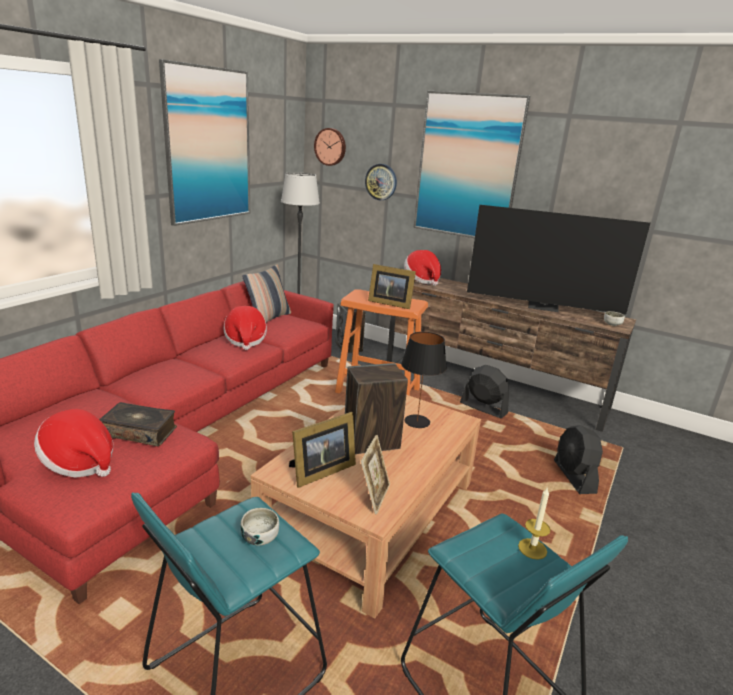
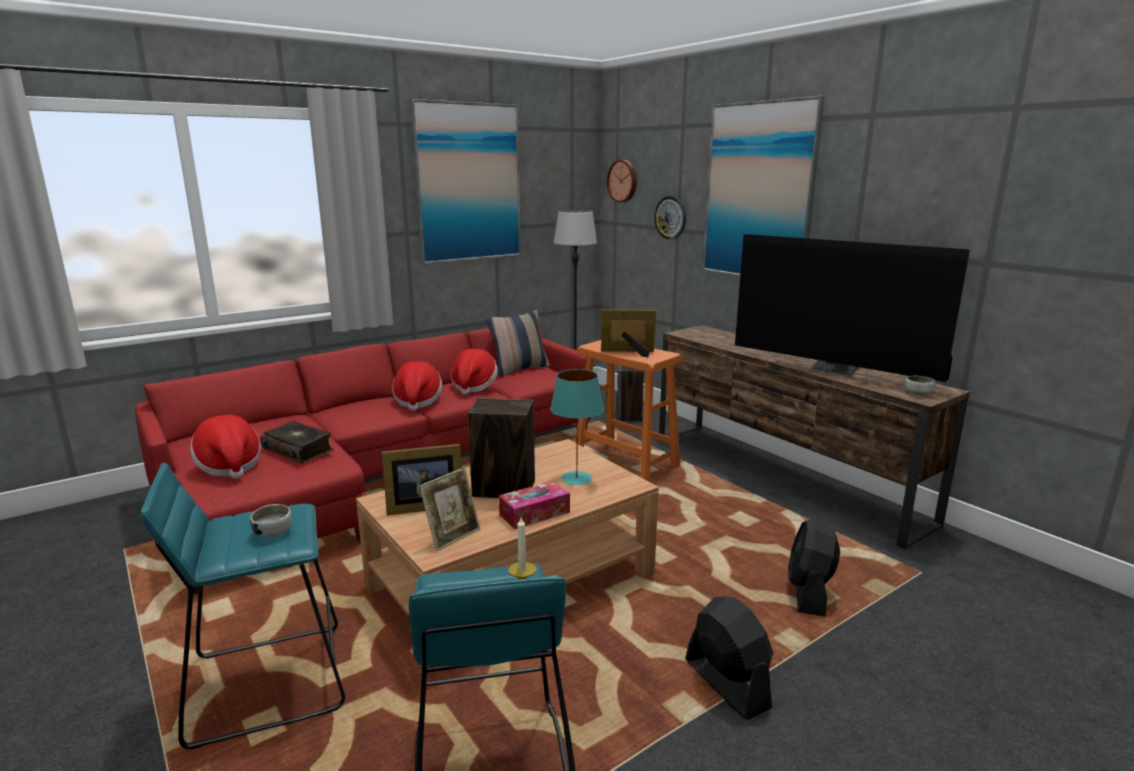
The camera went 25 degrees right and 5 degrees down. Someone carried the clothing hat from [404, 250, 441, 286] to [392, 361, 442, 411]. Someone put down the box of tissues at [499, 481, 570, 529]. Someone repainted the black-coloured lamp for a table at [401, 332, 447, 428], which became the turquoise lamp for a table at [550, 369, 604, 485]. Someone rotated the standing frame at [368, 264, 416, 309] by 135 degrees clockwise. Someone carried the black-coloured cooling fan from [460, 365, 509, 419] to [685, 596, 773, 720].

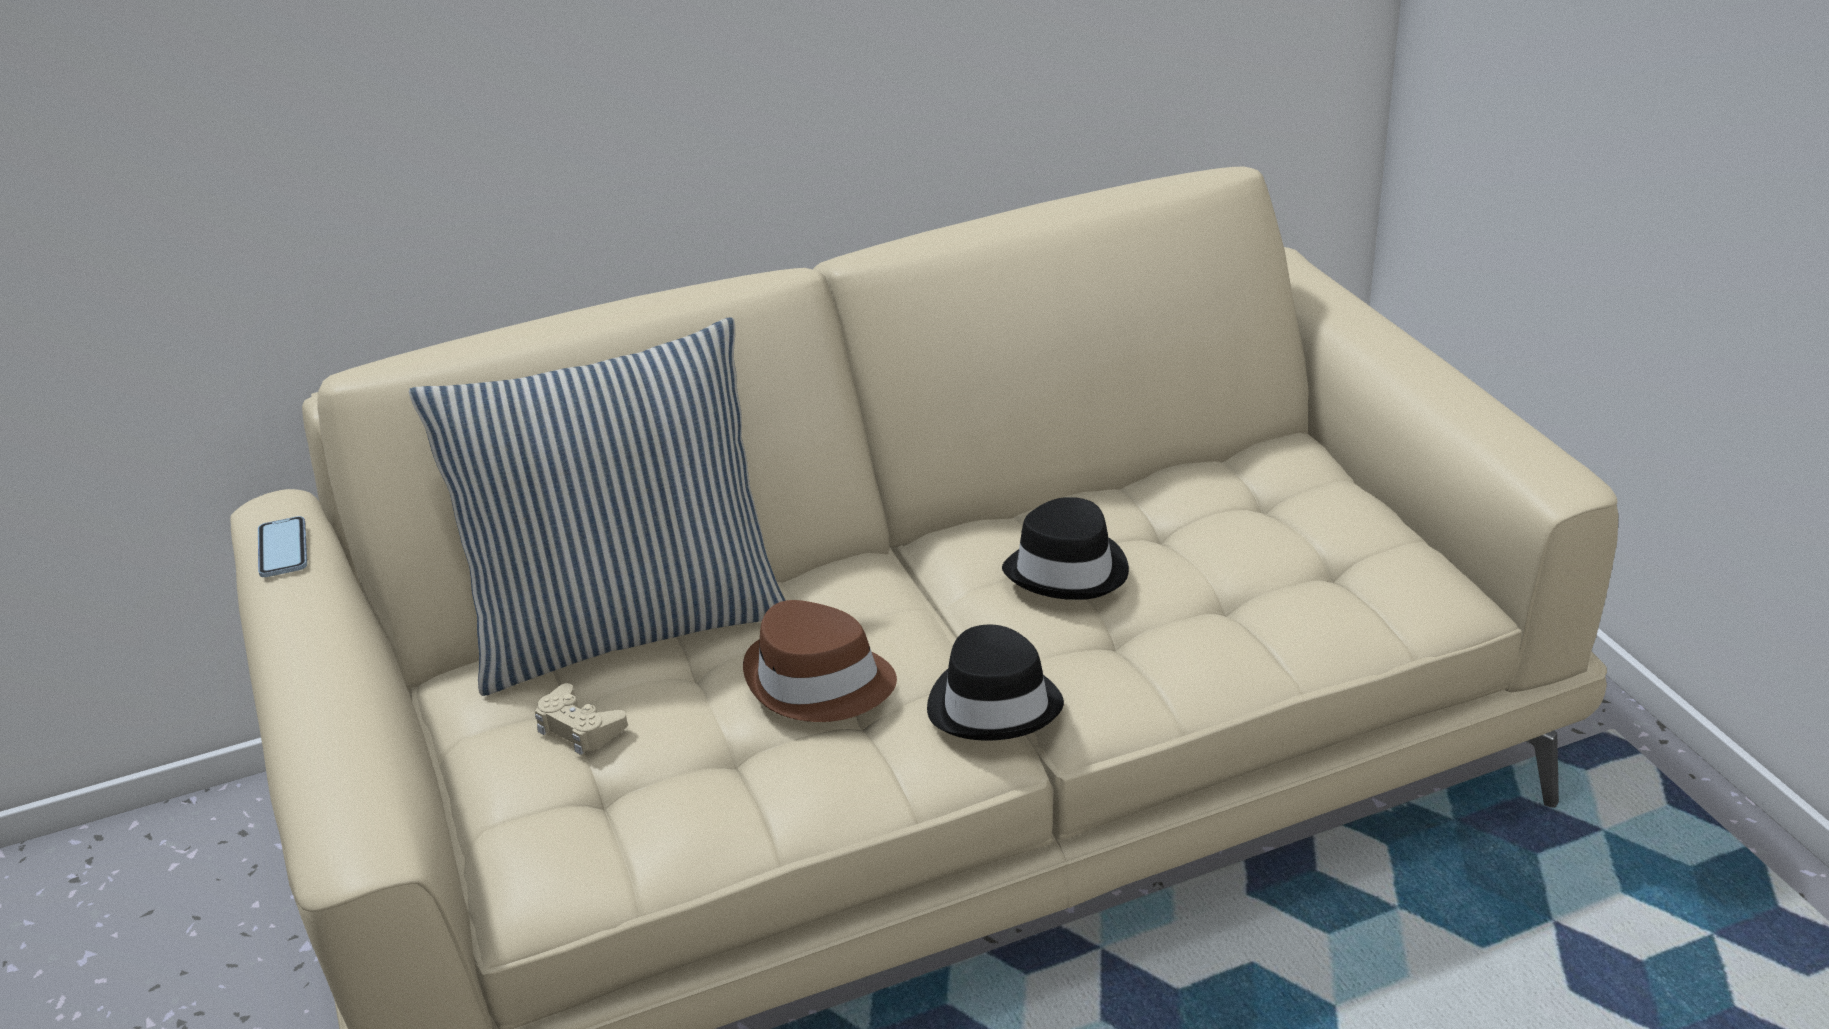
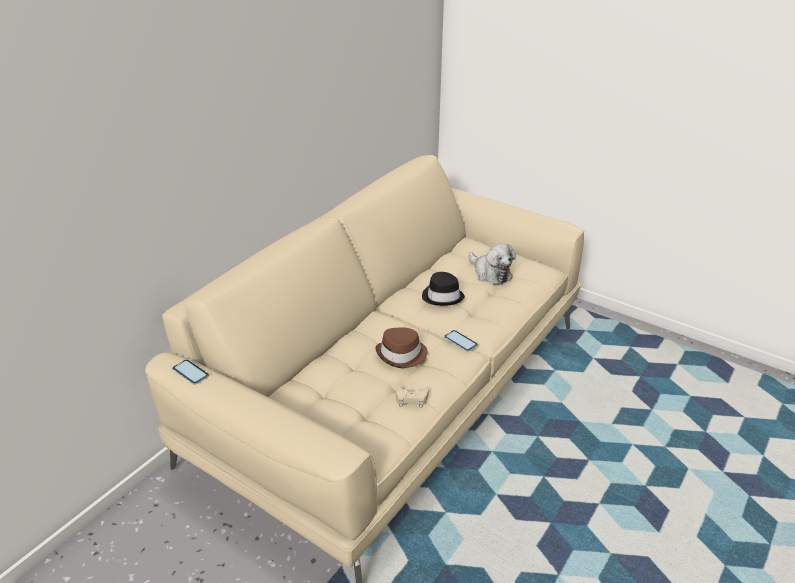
The camera went 35 degrees left and 0 degrees up. Someone carried the sand-coloured joypad from [535, 683, 628, 755] to [395, 386, 429, 407]. Someone swapped the black-coloured clothing hat at [927, 625, 1064, 741] for the telephone at [444, 330, 478, 352]. Someone put down the cuddly toy at [469, 243, 516, 285]. Someone took away the pillow at [409, 317, 786, 696].

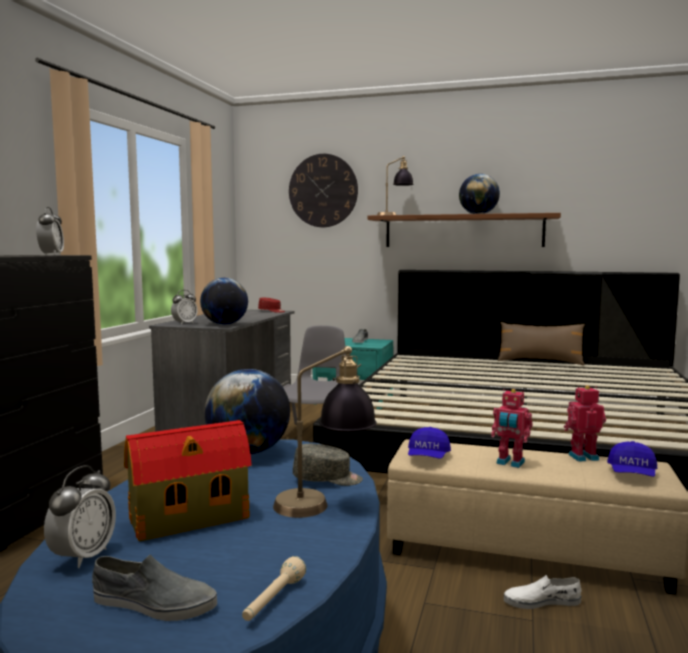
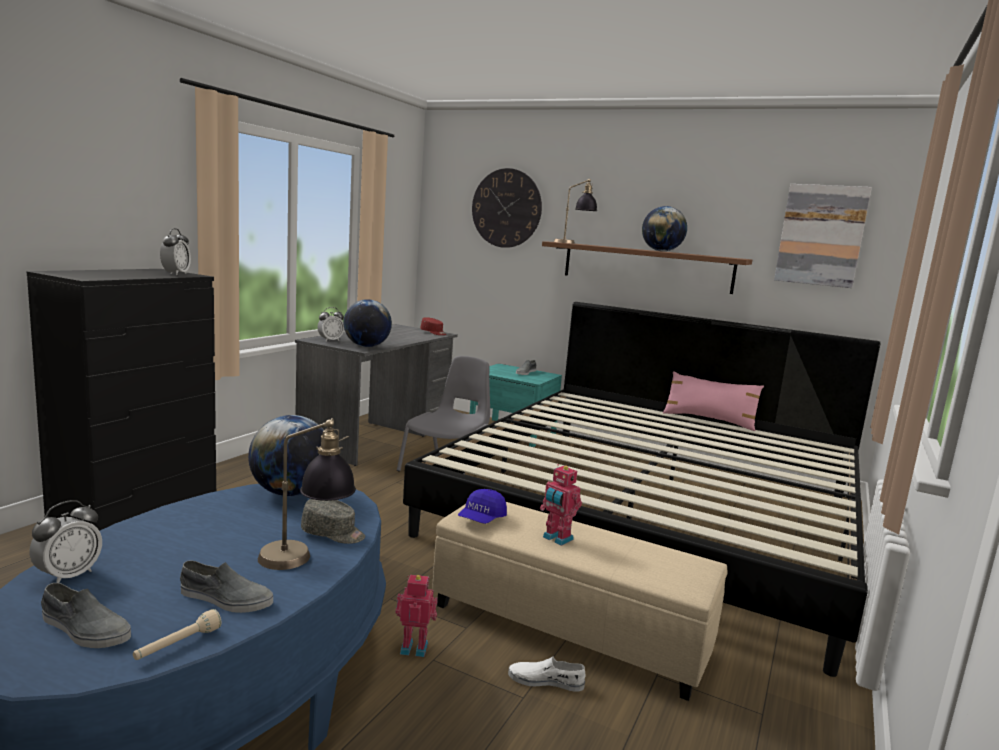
The camera went 10 degrees right and 5 degrees up. Someone put down the gray shoe at [180, 560, 273, 613]. Someone carried the robot figure from [564, 385, 606, 462] to [395, 575, 438, 657]. Someone repainted the brown pillow at [498, 322, 585, 365], which became the pink-coloured pillow at [663, 371, 764, 431]. Someone put up the wall picture at [774, 184, 872, 288]. Someone took away the model house at [124, 420, 252, 542]. Someone took away the blue-coloured peaked cap at [607, 441, 657, 477].

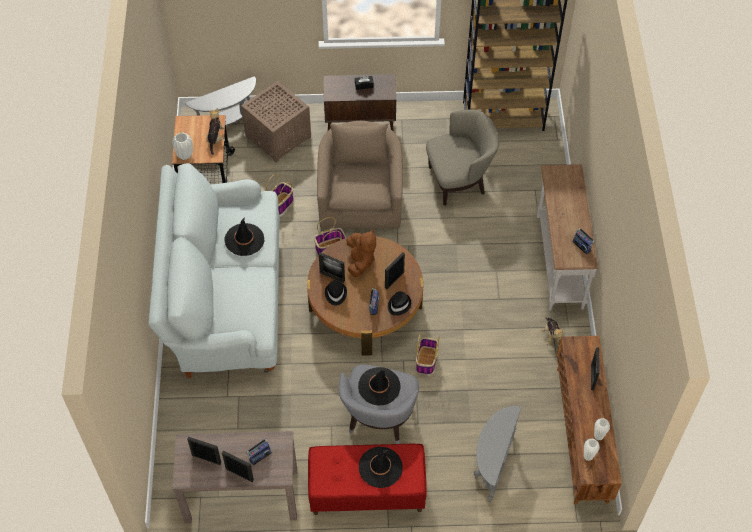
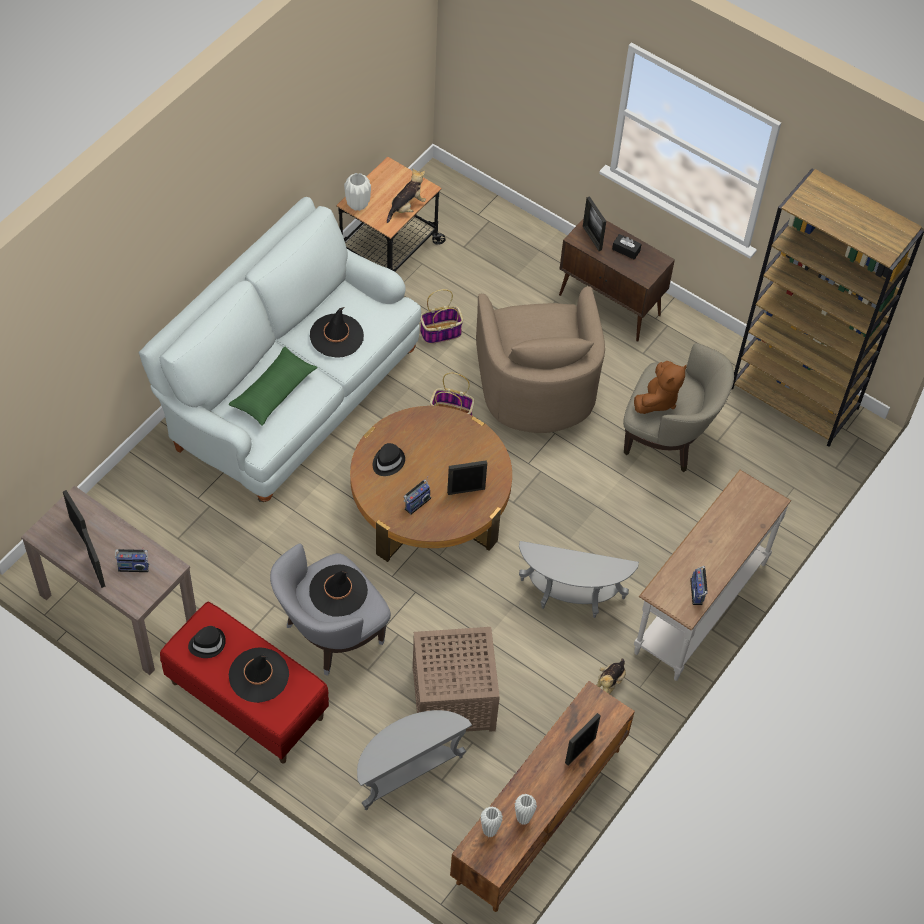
The camera went 35 degrees right and 0 degrees up. Someone carried the black-coloured clothing hat from [388, 291, 411, 316] to [188, 626, 226, 658]. Someone put down the green pillow at [229, 346, 318, 425]. Someone carried the brown accent table from [241, 81, 311, 163] to [413, 627, 500, 732]. Someone rotated the sand-coloured lounge chair at [317, 121, 403, 228] by 135 degrees clockwise. Someone carried the gray accent table from [185, 76, 256, 125] to [519, 541, 639, 618]. Someone carried the standing frame from [319, 252, 345, 283] to [583, 196, 606, 251]. Someone carried the brown cuddly toy from [346, 229, 376, 277] to [634, 361, 687, 414]. Someone took away the basket at [416, 332, 439, 374].

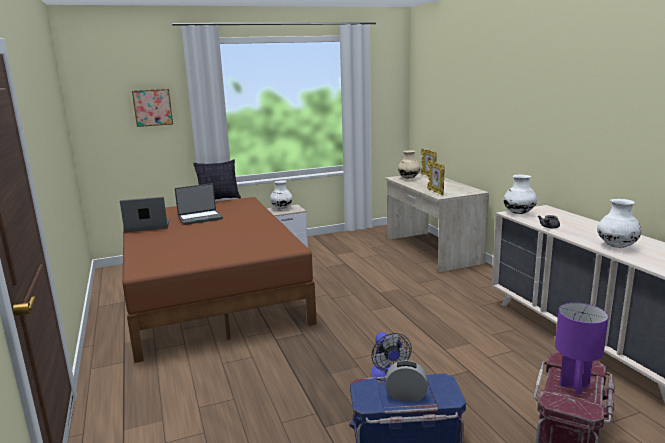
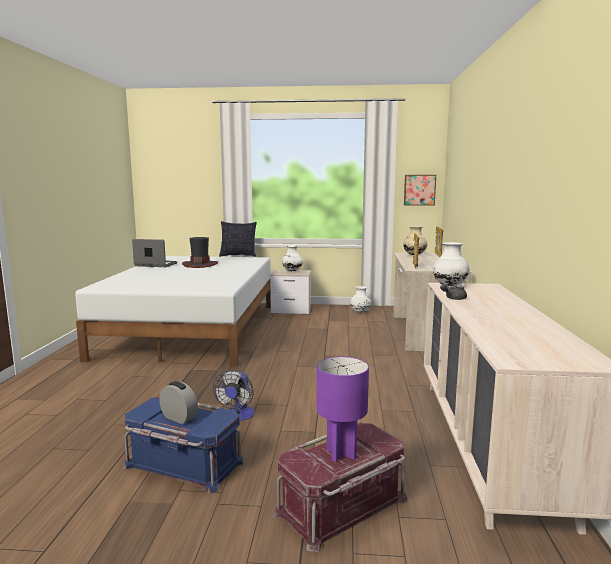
The camera went 25 degrees right and 5 degrees down. Someone repainted the brown bedroom bed at [123, 197, 317, 363], which became the whitish bedroom bed at [75, 256, 271, 367]. Someone swapped the notebook computer at [175, 183, 223, 225] for the clothing hat at [182, 237, 218, 268]. Someone carried the whitish vase from [597, 199, 642, 248] to [350, 286, 372, 313]. Someone carried the wall picture from [132, 89, 173, 127] to [404, 175, 436, 206].

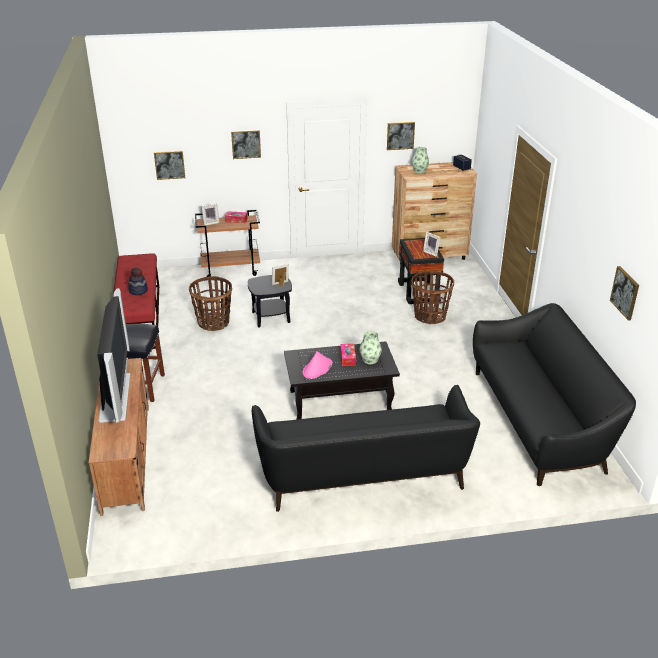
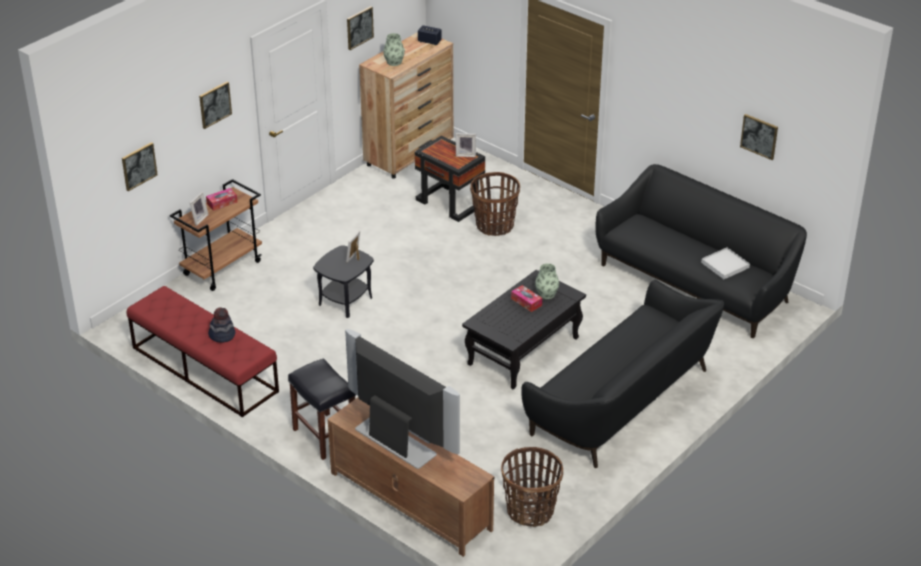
The camera went 40 degrees left and 5 degrees up. Someone carried the basket from [189, 276, 232, 331] to [501, 447, 563, 527]. Someone put down the whitish tray at [701, 247, 750, 279]. Someone took away the pink-coloured clothing hat at [302, 351, 332, 379].

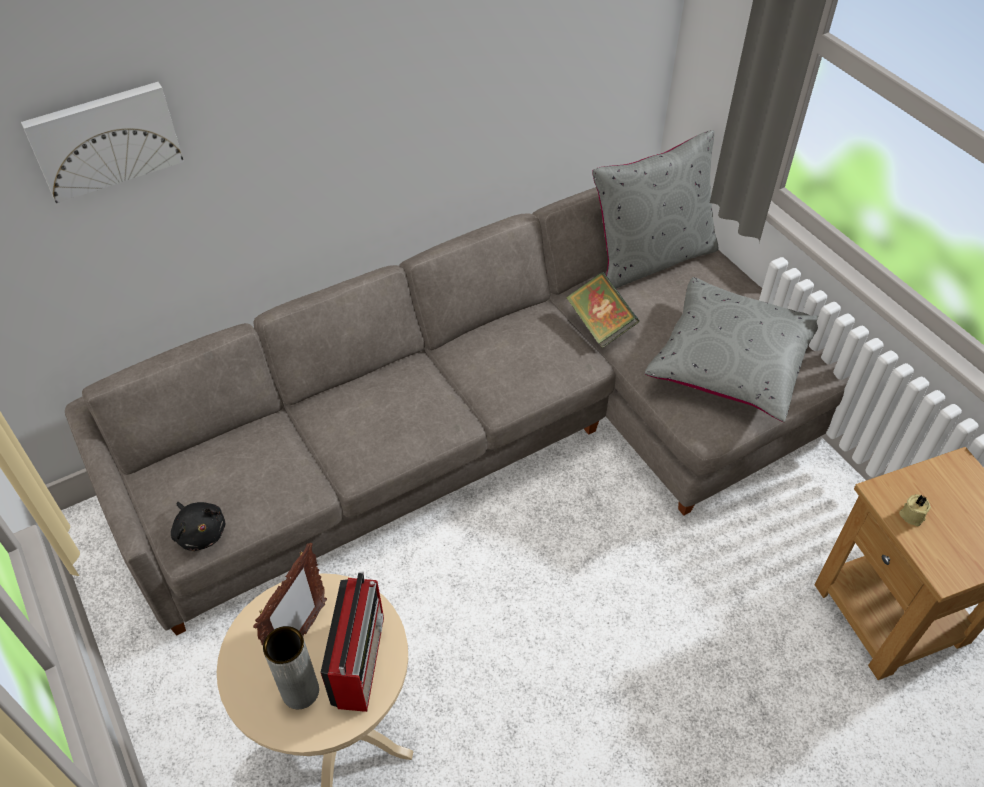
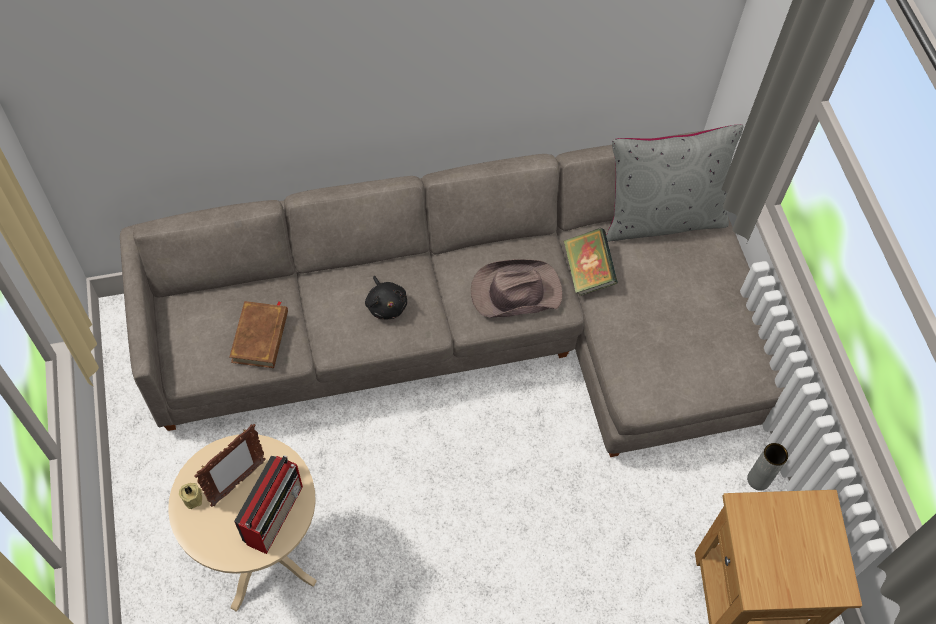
The camera went 15 degrees right and 10 degrees up. Someone carried the sand-coloured wax candle from [899, 494, 931, 526] to [179, 483, 202, 509]. Someone put down the brown book at [229, 301, 288, 368]. Someone carried the black-coloured cuddly toy from [171, 502, 225, 551] to [365, 276, 407, 319]. Someone put down the brown clothing hat at [471, 259, 562, 318]. Someone carried the gray vase from [263, 626, 319, 709] to [747, 443, 788, 491]. Someone took away the wall picture at [21, 82, 184, 203]. Someone took away the gray pillow at [645, 277, 818, 422].

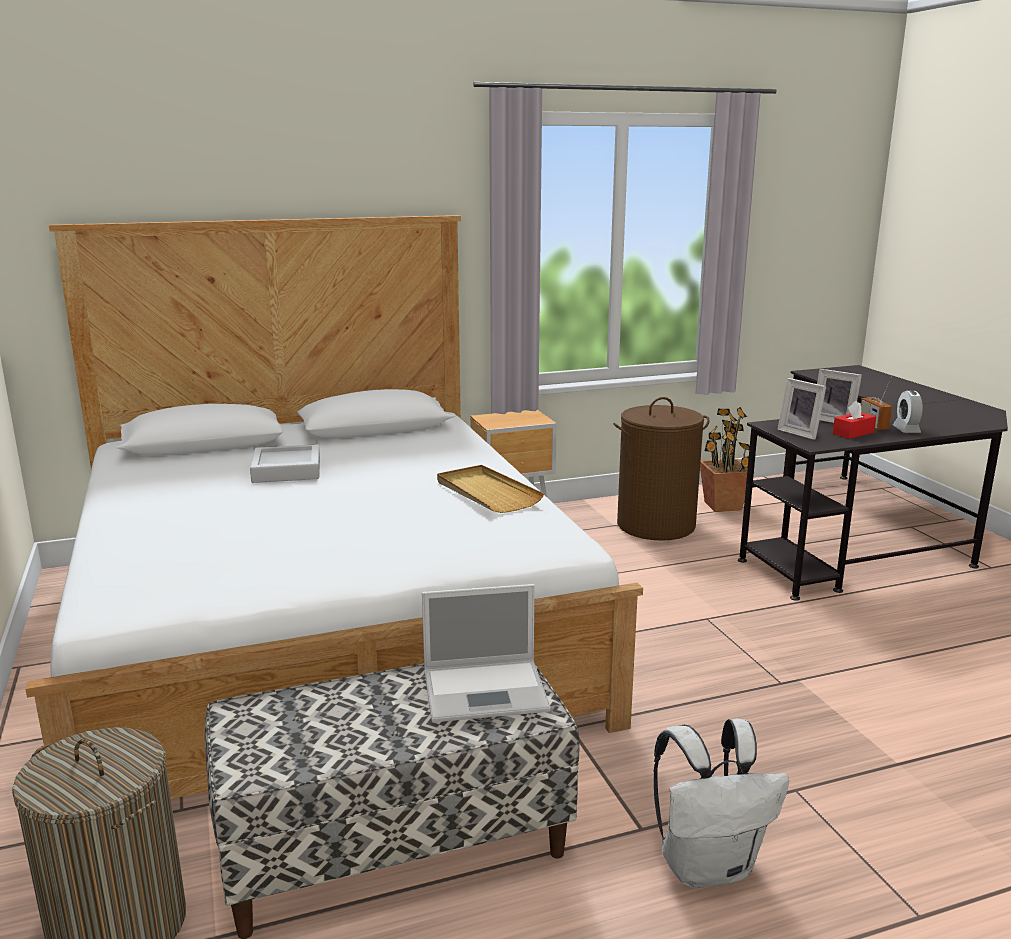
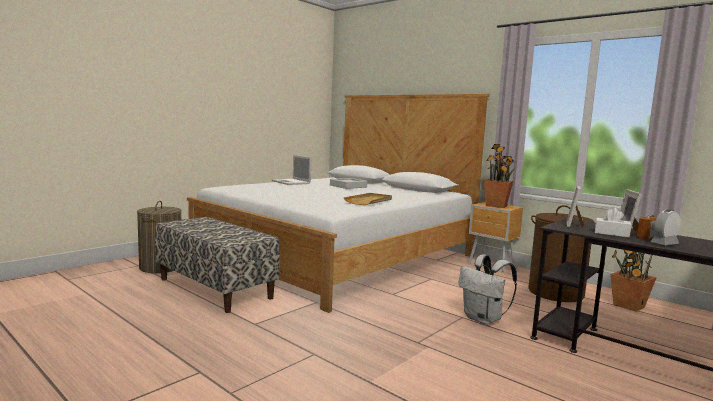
The camera went 60 degrees right and 10 degrees down. Someone carried the notebook computer from [422, 584, 551, 723] to [272, 155, 311, 185]. Someone carried the whitish rucksack from [654, 719, 789, 888] to [459, 254, 517, 325]. Someone put down the potted plant at [484, 144, 515, 208]. Someone repainted the red-coloured box of tissues at [833, 401, 876, 439], which became the whitish box of tissues at [595, 208, 631, 237].

